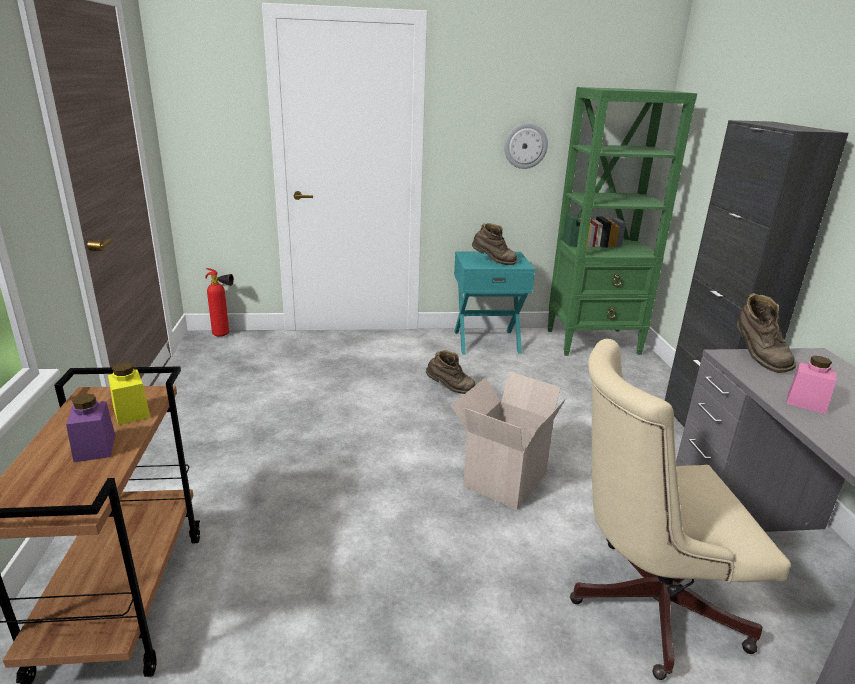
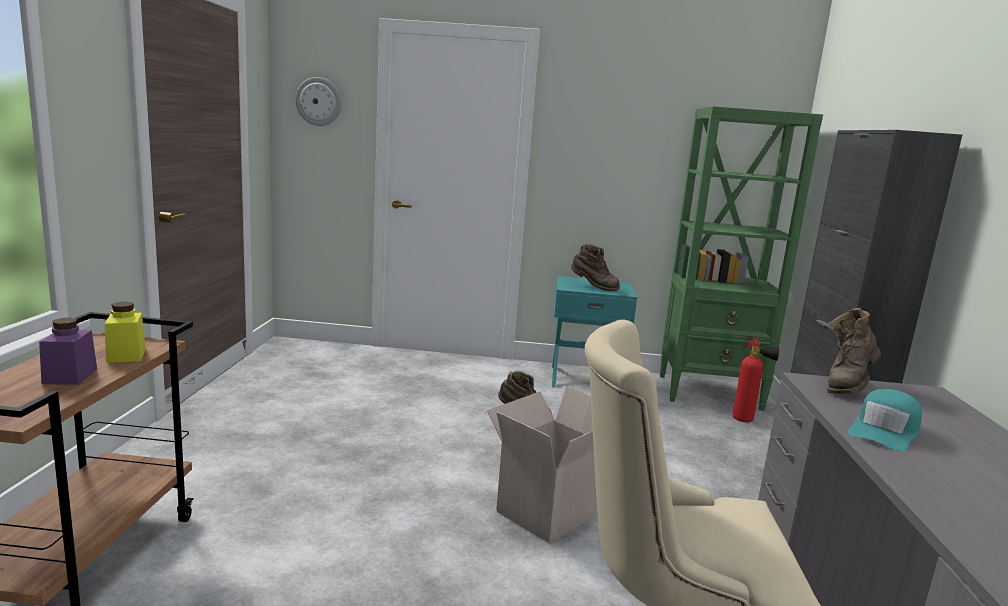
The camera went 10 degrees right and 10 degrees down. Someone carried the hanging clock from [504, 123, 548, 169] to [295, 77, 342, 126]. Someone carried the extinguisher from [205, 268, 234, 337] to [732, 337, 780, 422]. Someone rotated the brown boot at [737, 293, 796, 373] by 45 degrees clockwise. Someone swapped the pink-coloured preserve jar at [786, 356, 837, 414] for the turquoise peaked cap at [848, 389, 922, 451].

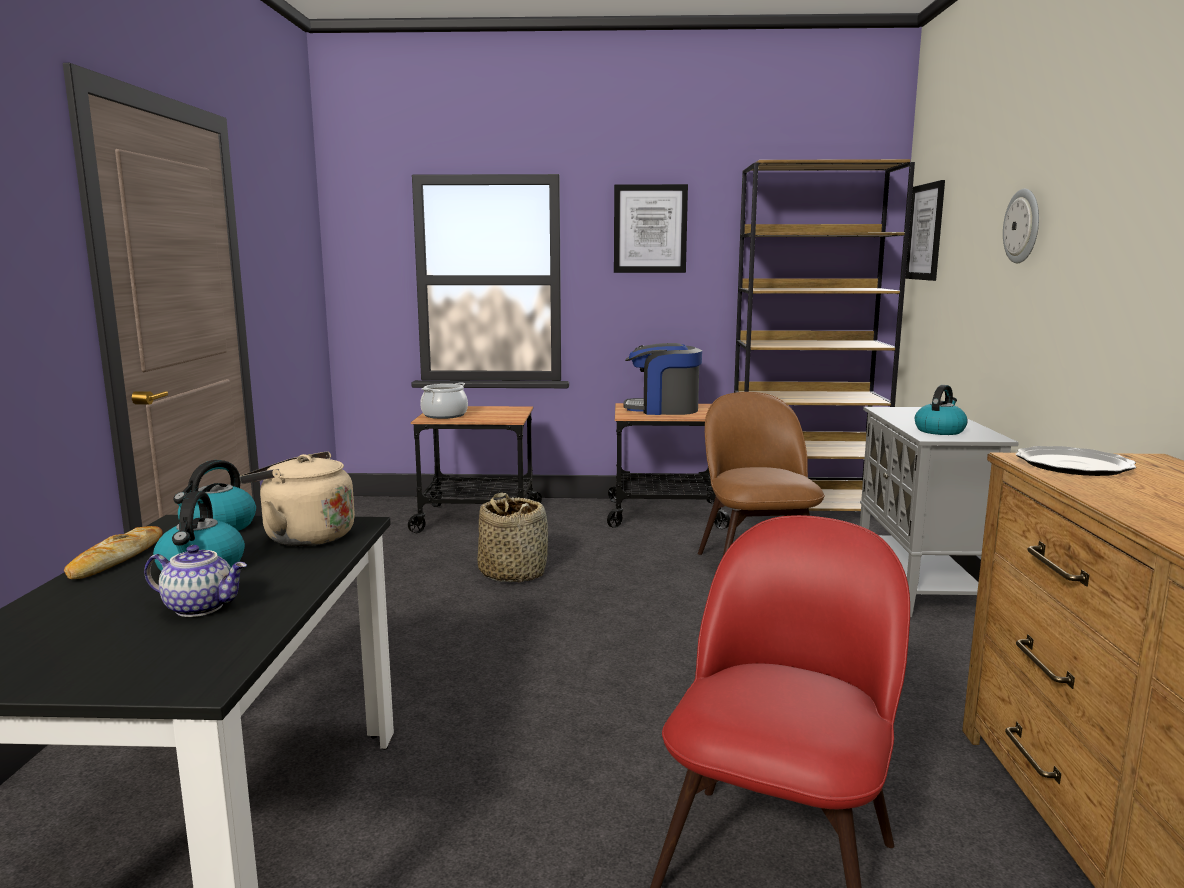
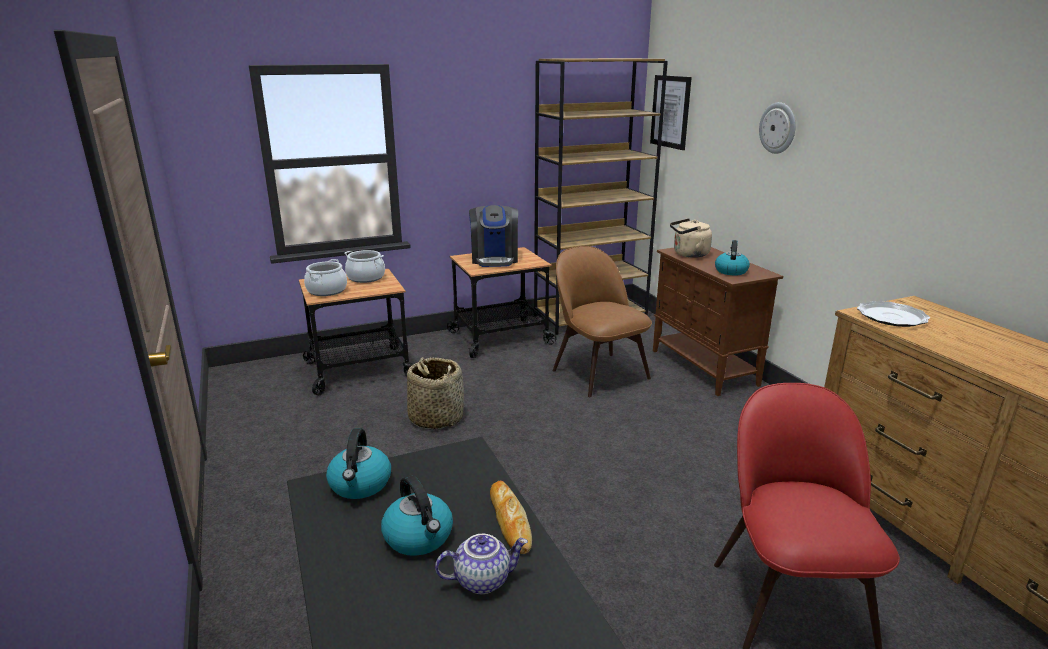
The camera went 25 degrees left and 10 degrees up. Someone put down the stockpot at [344, 250, 385, 283]. Someone rotated the coffee machine at [623, 343, 702, 415] by 75 degrees counterclockwise. Someone carried the bakery bread from [64, 526, 163, 579] to [490, 481, 532, 554]. Someone repainted the gray cabinet at [860, 407, 1019, 617], which became the brown cabinet at [653, 247, 783, 396]. Someone carried the sand-coloured water kettle from [239, 451, 355, 546] to [670, 218, 712, 258]. Someone took away the wall picture at [614, 184, 688, 273].

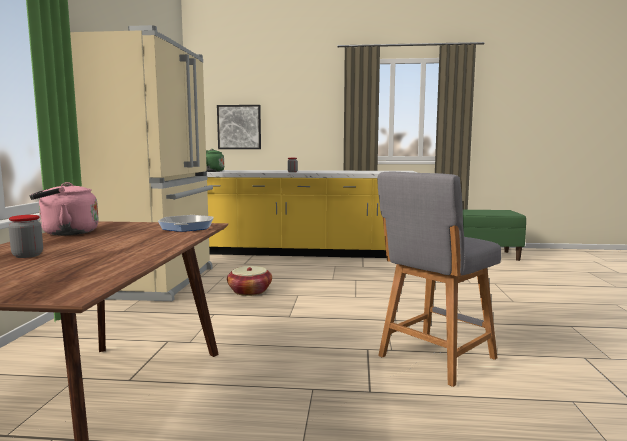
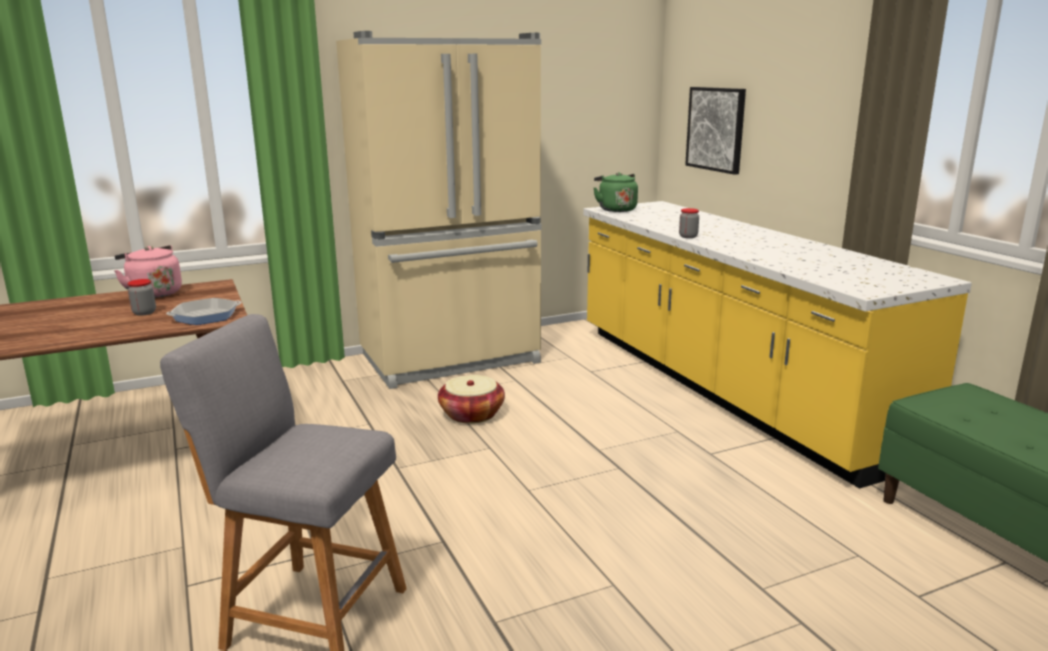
The camera went 60 degrees right and 10 degrees up. Someone carried the preserve jar from [9, 215, 43, 258] to [127, 279, 156, 316].

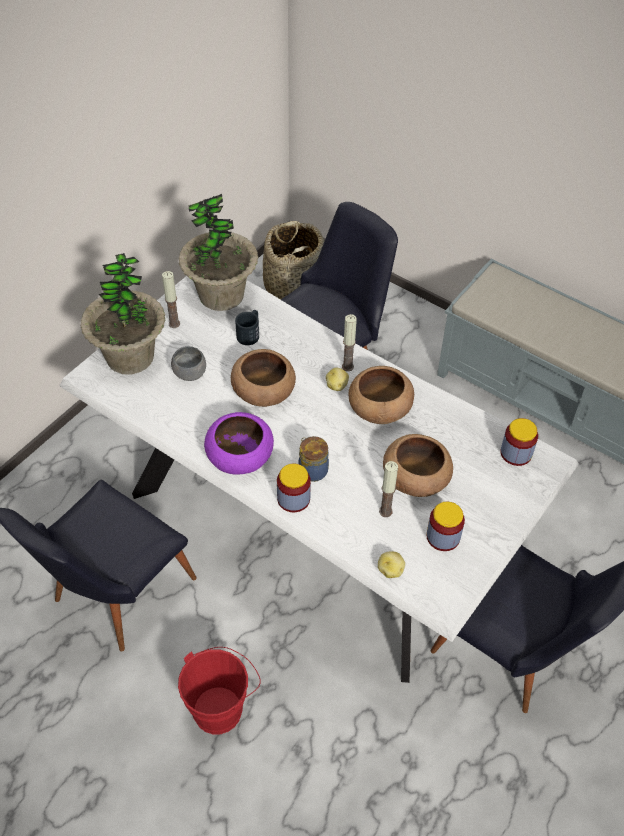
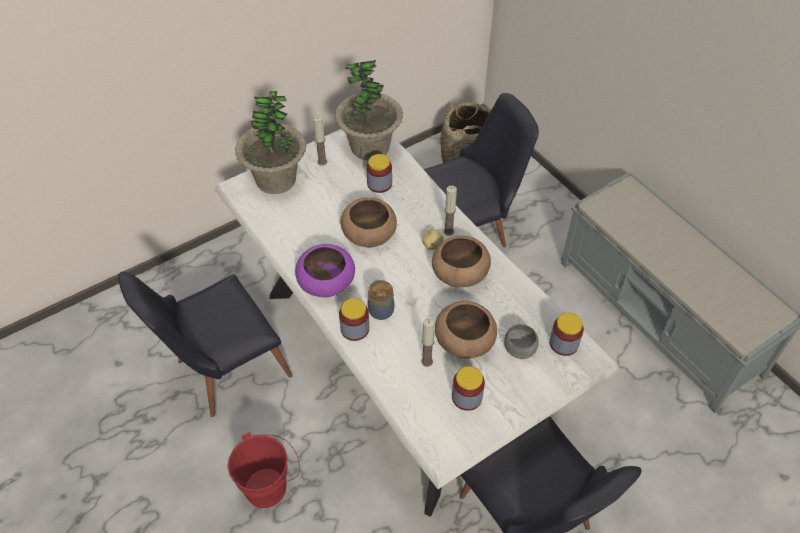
The camera went 20 degrees right and 0 degrees up. Someone swapped the black-coloured mug at [235, 310, 259, 345] for the preserve jar at [366, 154, 392, 193]. Someone carried the gray bowl from [171, 346, 206, 381] to [504, 324, 538, 359]. Someone took away the whole potato at [378, 551, 405, 578].

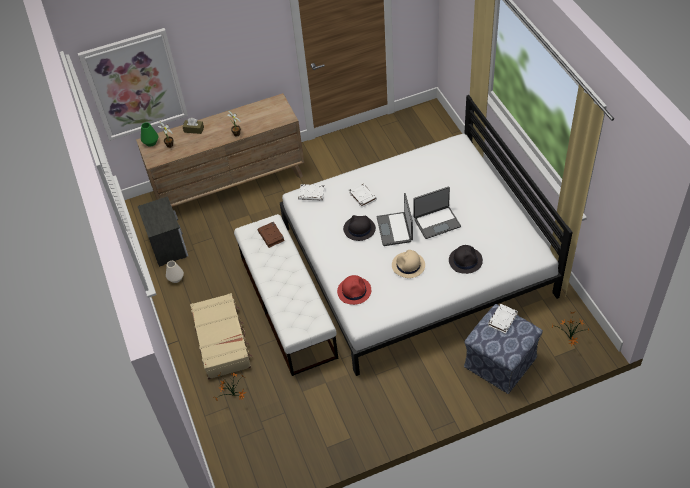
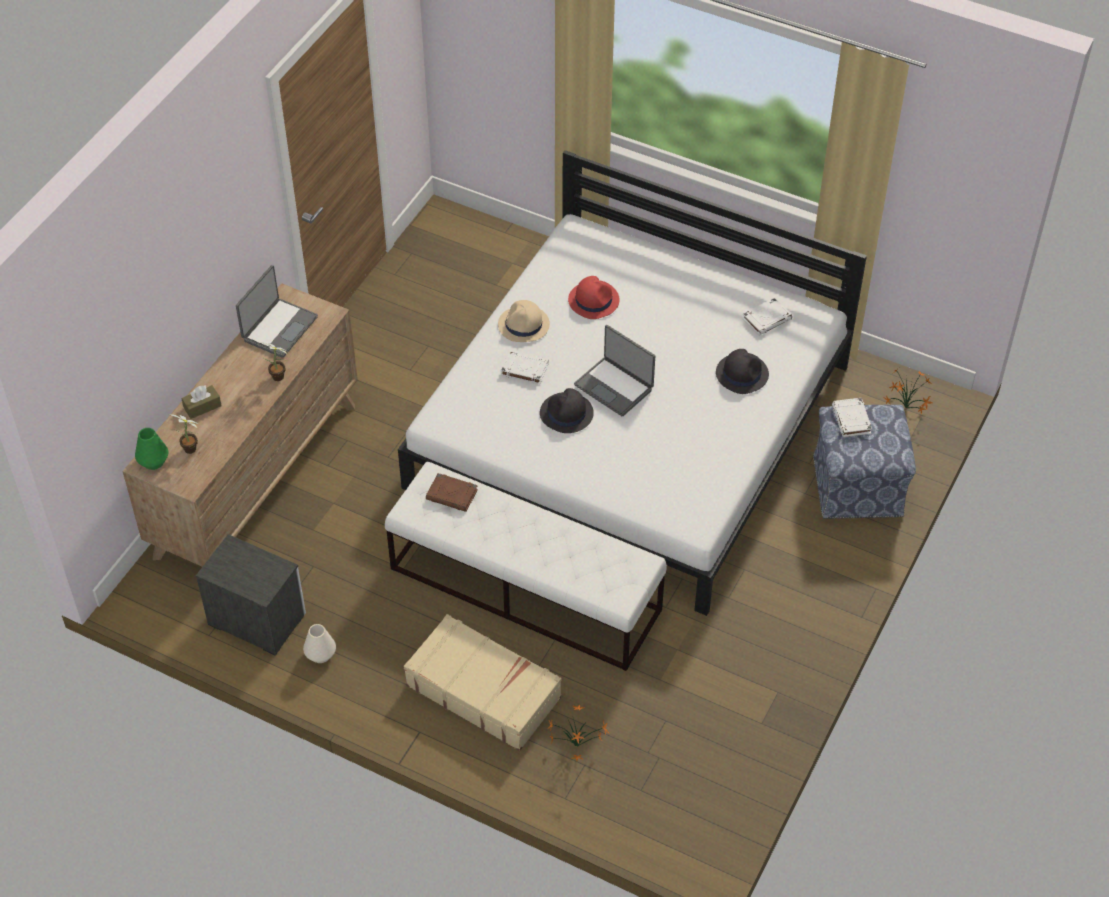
The camera went 45 degrees left and 0 degrees up. Someone carried the notebook computer from [413, 187, 461, 239] to [236, 265, 318, 358]. Someone carried the sand-coloured clothing hat from [392, 250, 425, 278] to [498, 300, 550, 342]. Someone carried the red-coloured clothing hat from [337, 275, 371, 305] to [568, 276, 620, 319]. Someone carried the whitish book from [298, 184, 325, 201] to [742, 298, 792, 336]. Someone took away the wall picture at [78, 28, 188, 141].

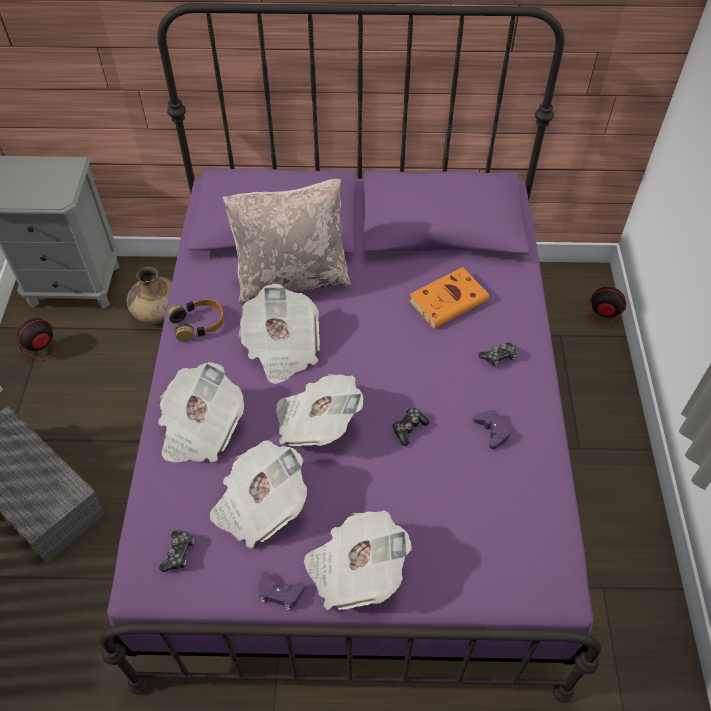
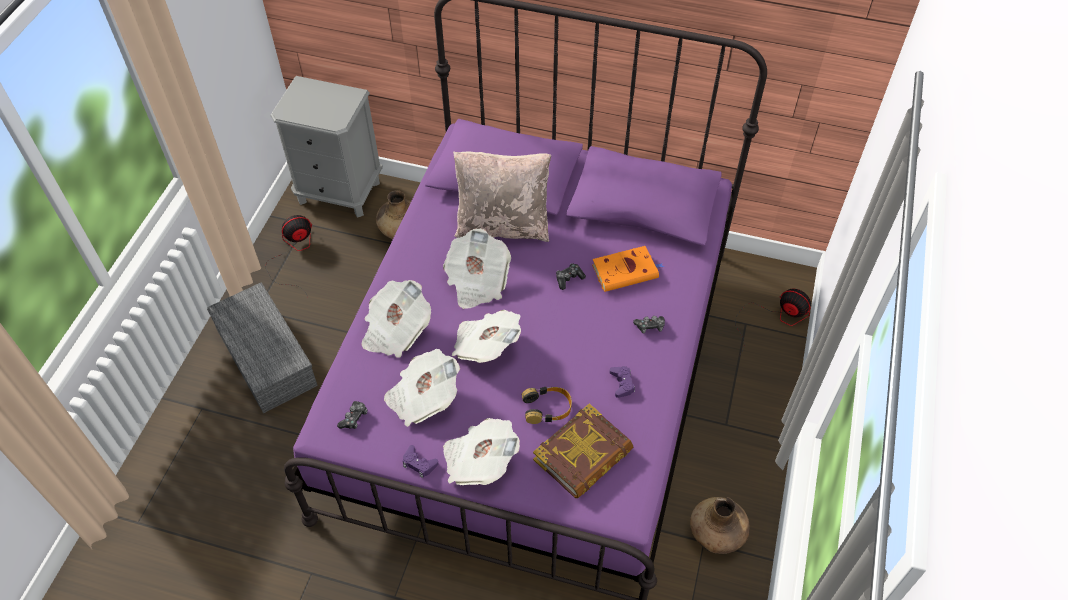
The camera went 15 degrees right and 0 degrees up. Someone carried the headset from [167, 299, 224, 342] to [522, 387, 572, 424]. Someone put down the book at [533, 404, 634, 498]. Someone carried the joypad from [392, 408, 430, 446] to [556, 263, 586, 290]. Someone put down the brown vase at [690, 497, 750, 554].

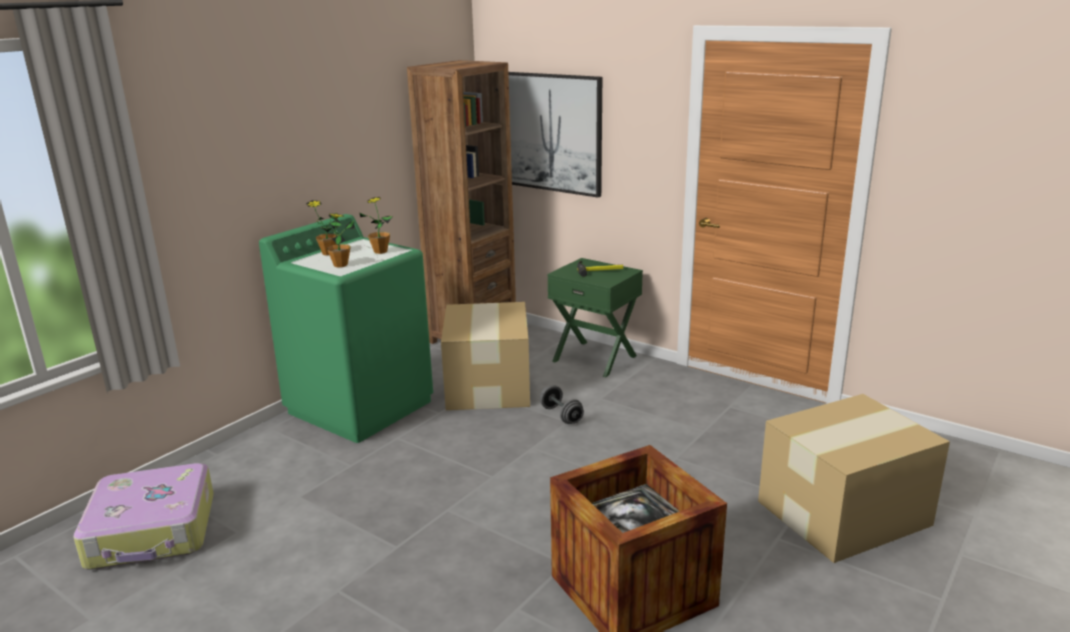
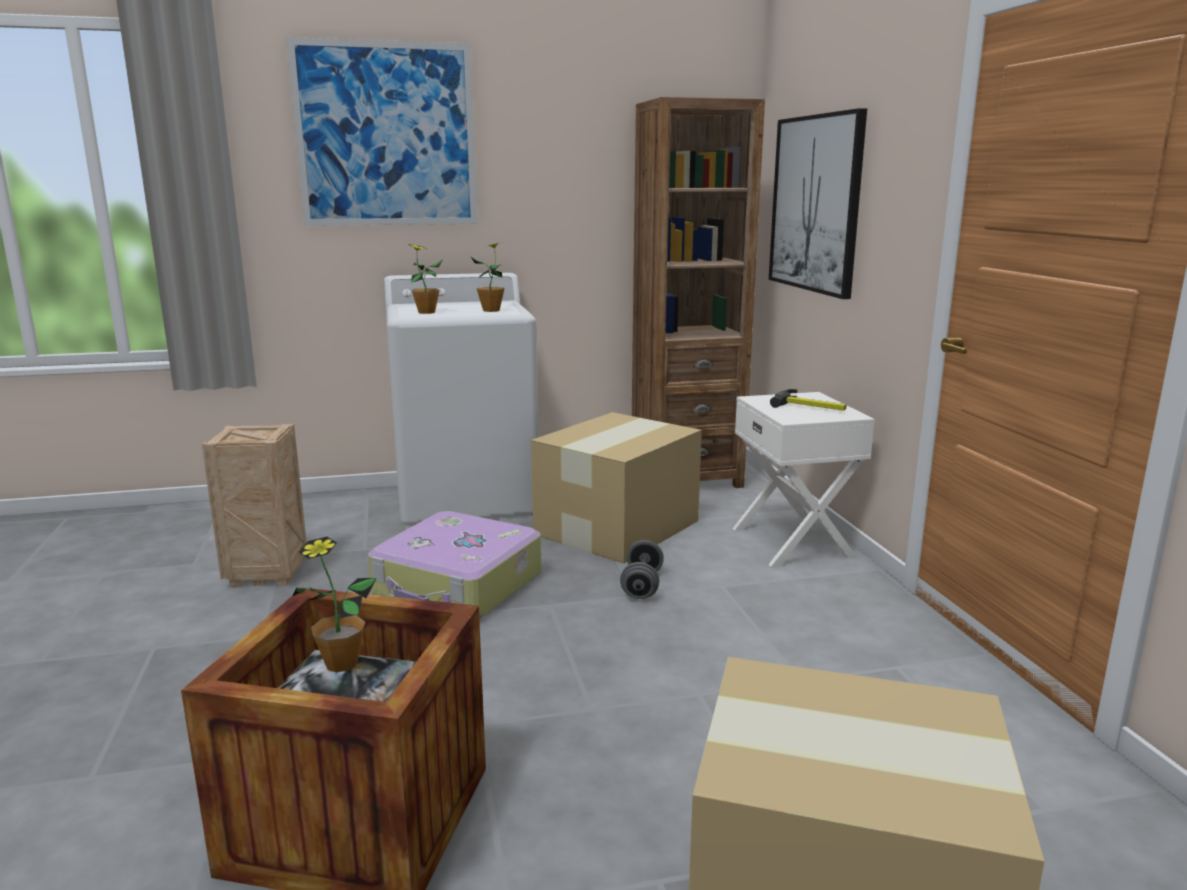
The camera went 40 degrees right and 5 degrees down. Someone put down the crate at [202, 424, 307, 587]. Someone put up the wall picture at [286, 37, 477, 226]. Someone carried the potted plant from [306, 200, 342, 255] to [293, 537, 377, 672]. Someone carried the travel case from [73, 463, 214, 569] to [368, 511, 541, 619]. Someone repainted the green laundry machine at [259, 214, 433, 443], which became the whitish laundry machine at [384, 273, 539, 530]. Someone repainted the green nightstand at [547, 258, 643, 377], which became the whitish nightstand at [733, 392, 875, 567].

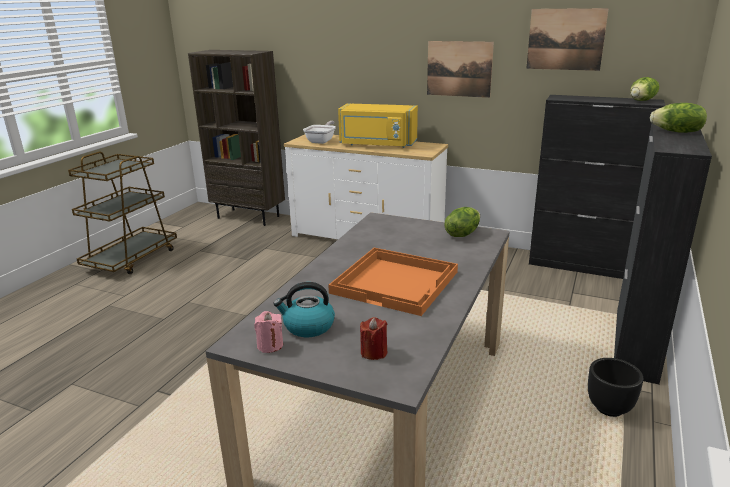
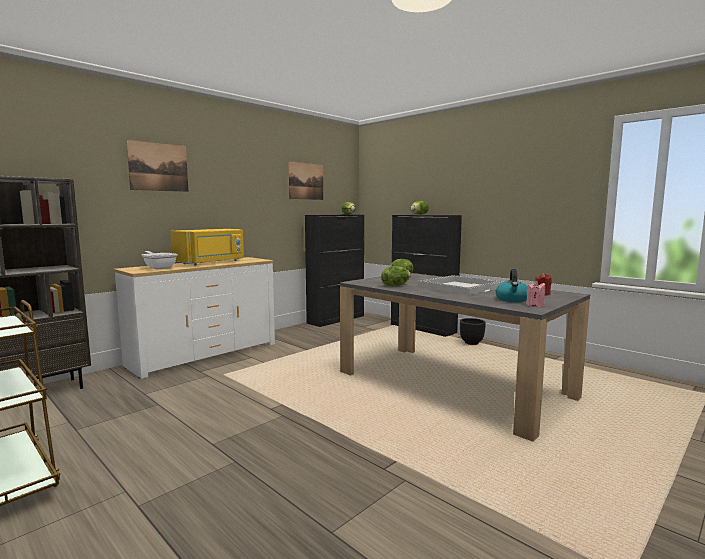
The camera went 70 degrees left and 15 degrees down. Someone carried the wall picture from [427, 41, 494, 98] to [126, 140, 189, 192]. Someone put down the head of lettuce at [381, 266, 411, 286]. Someone repainted the orange-coloured tray at [328, 248, 458, 316], which became the whitish tray at [418, 275, 503, 295].

